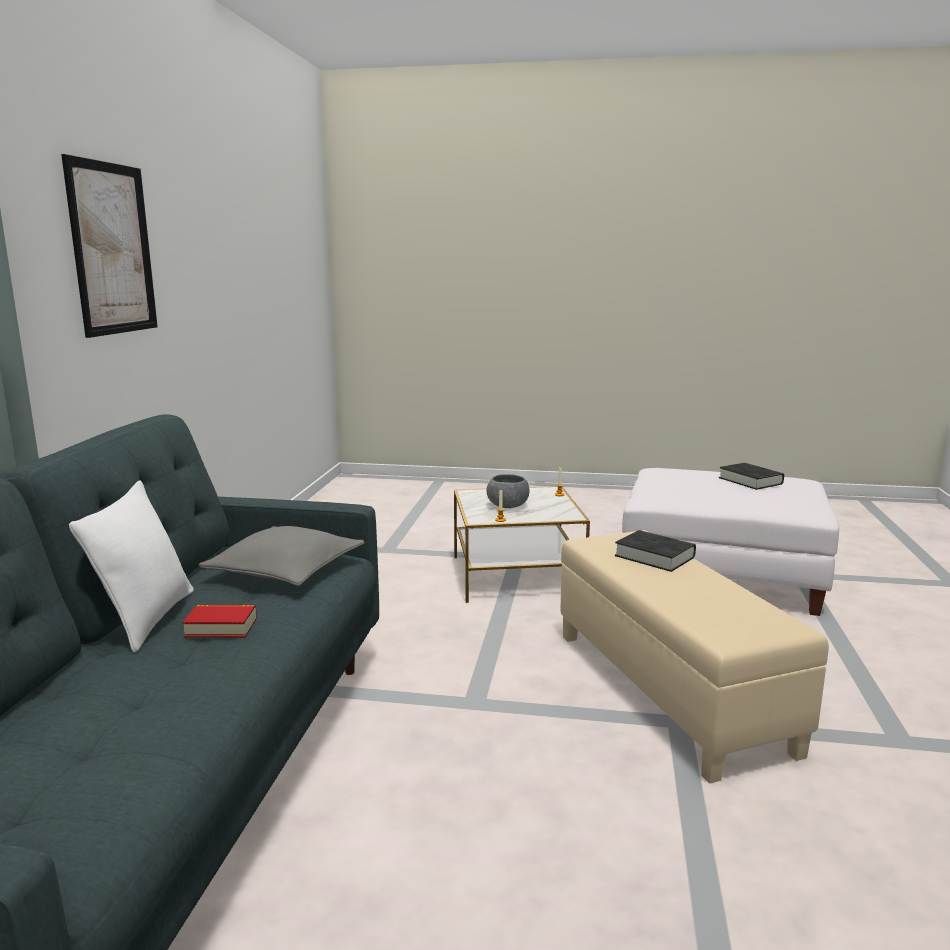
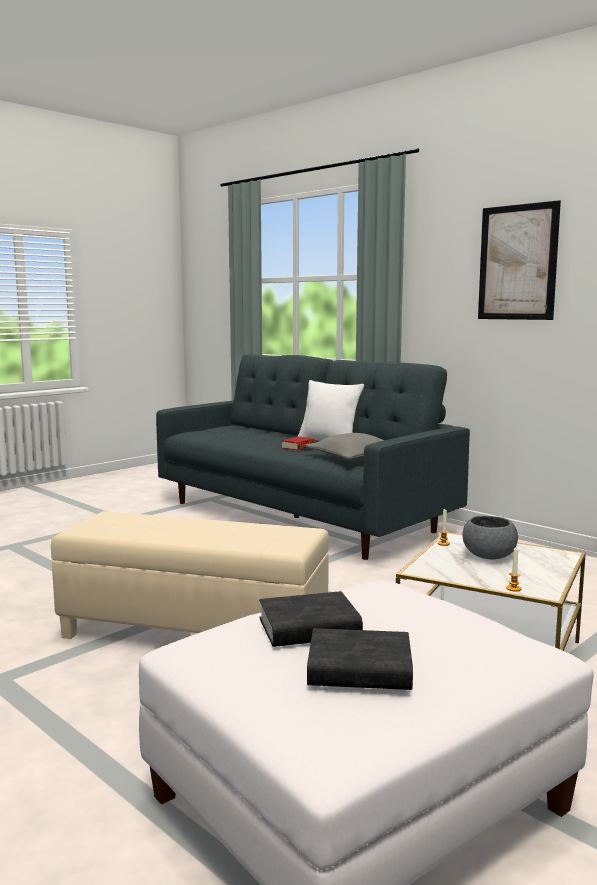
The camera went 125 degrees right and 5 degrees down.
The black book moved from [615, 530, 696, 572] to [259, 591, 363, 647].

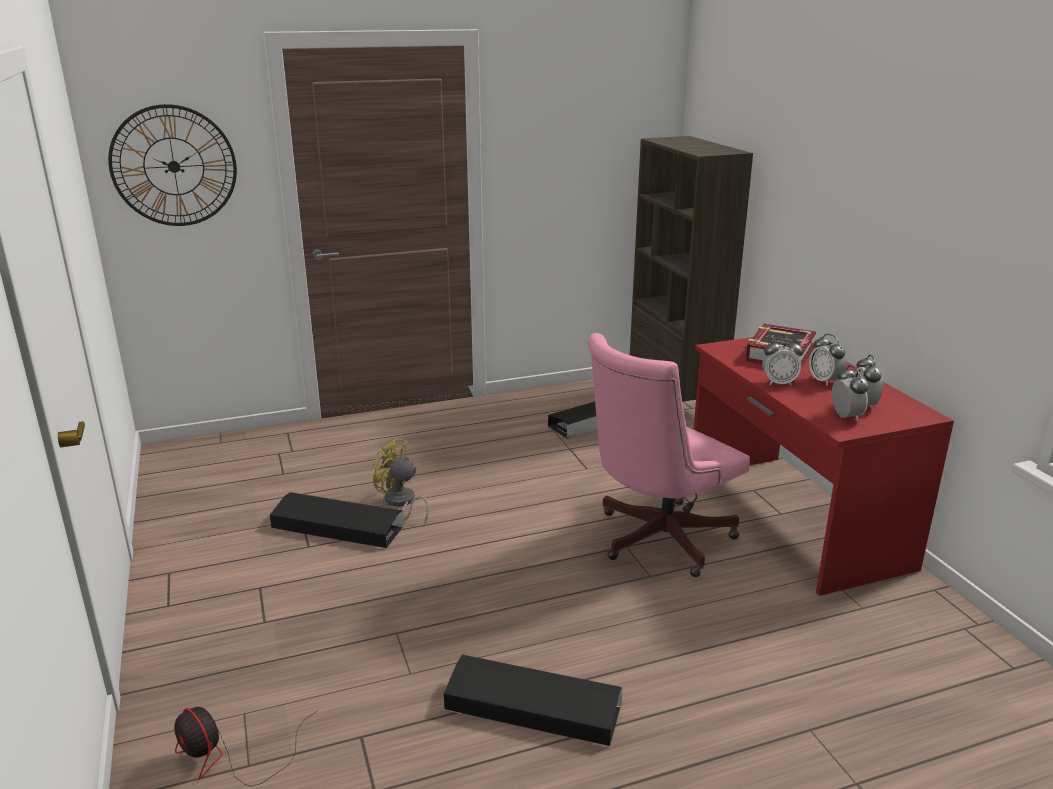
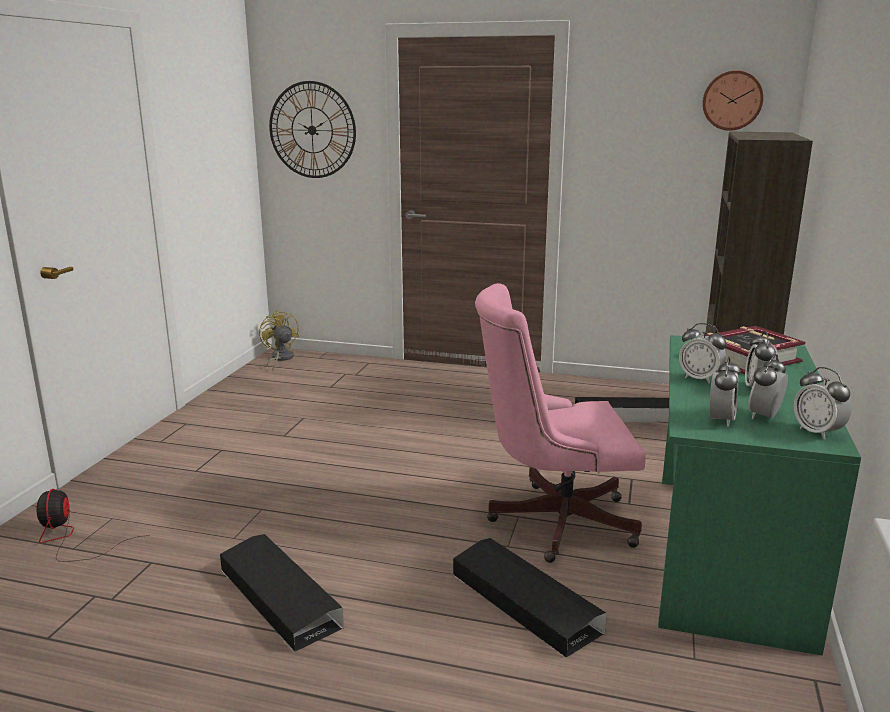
The camera went 35 degrees right and 5 degrees down.
The red desk at [693, 337, 954, 596] became the green desk at [658, 335, 861, 656].
The yellow fan moved from [372, 438, 429, 524] to [259, 310, 299, 371].
The black storage box moved from [270, 492, 404, 548] to [453, 538, 607, 658].
The wall clock at [702, 70, 763, 131] appeared.
The alarm clock at [794, 367, 851, 440] appeared.

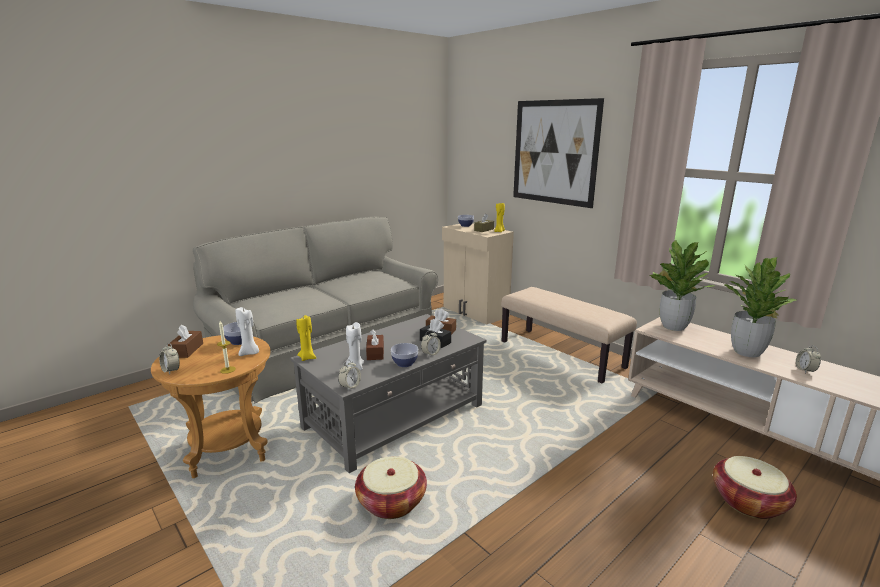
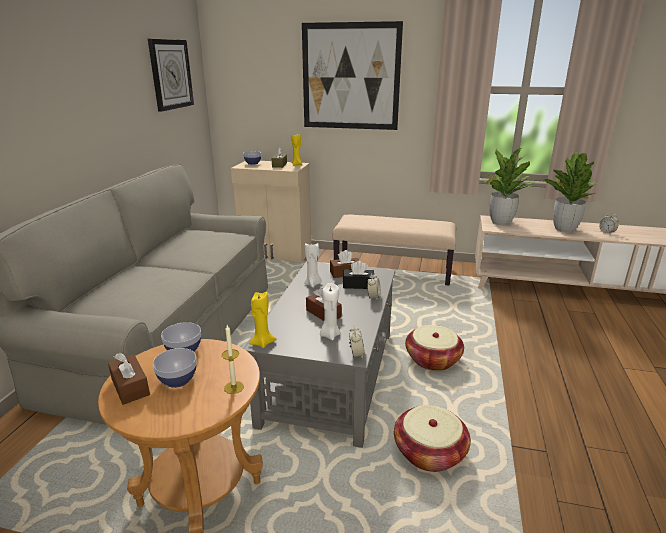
The camera went 35 degrees left and 5 degrees up.
The white candle moved from [235, 307, 259, 356] to [304, 243, 321, 288].
The alarm clock at [159, 343, 180, 374] disappeared.
The bowl moved from [391, 343, 418, 367] to [153, 348, 197, 388].
The basket moved from [713, 456, 797, 519] to [405, 325, 464, 371].
The wall clock at [148, 39, 194, 112] appeared.

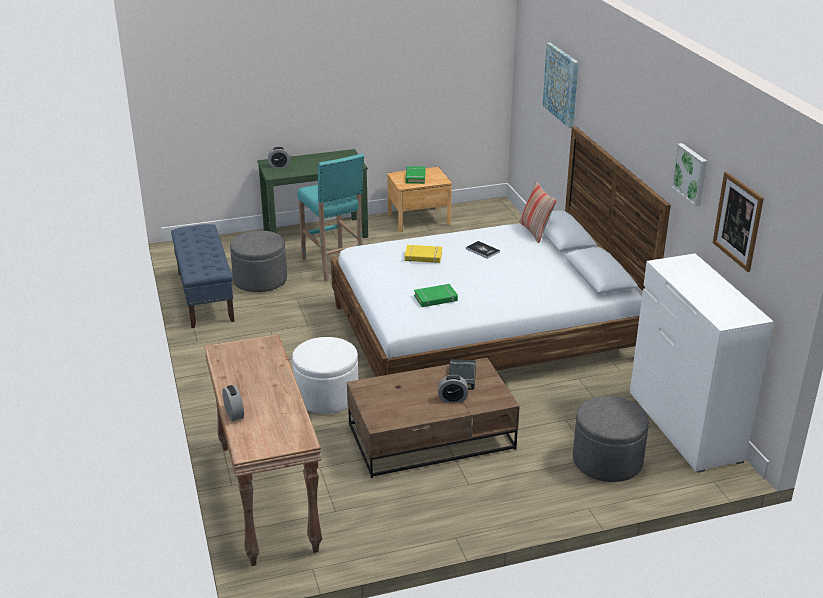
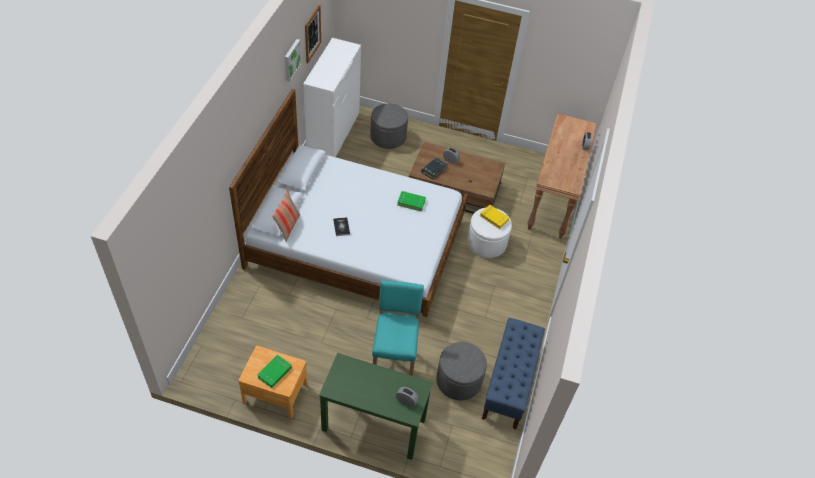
The camera went 150 degrees left and 20 degrees up.
The picture at [543, 43, 579, 128] disappeared.
The yellow book moved from [405, 245, 442, 263] to [480, 205, 509, 229].

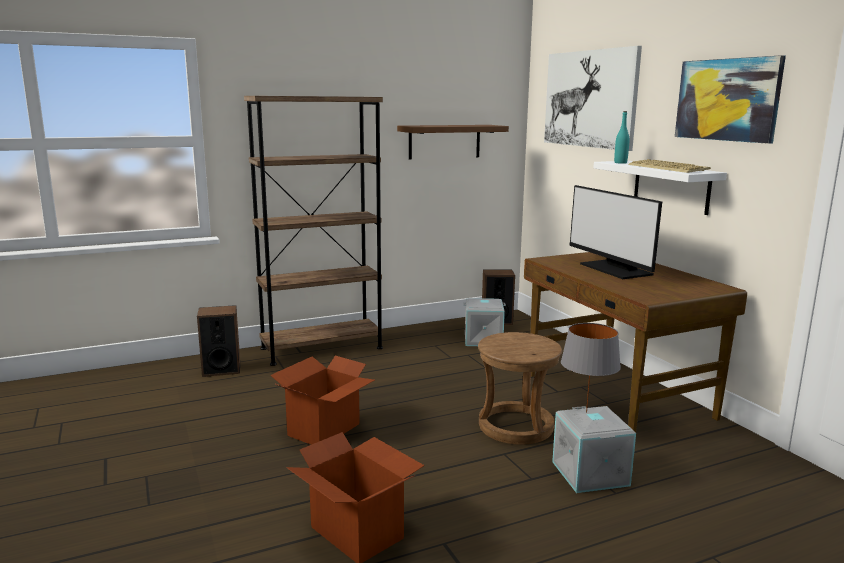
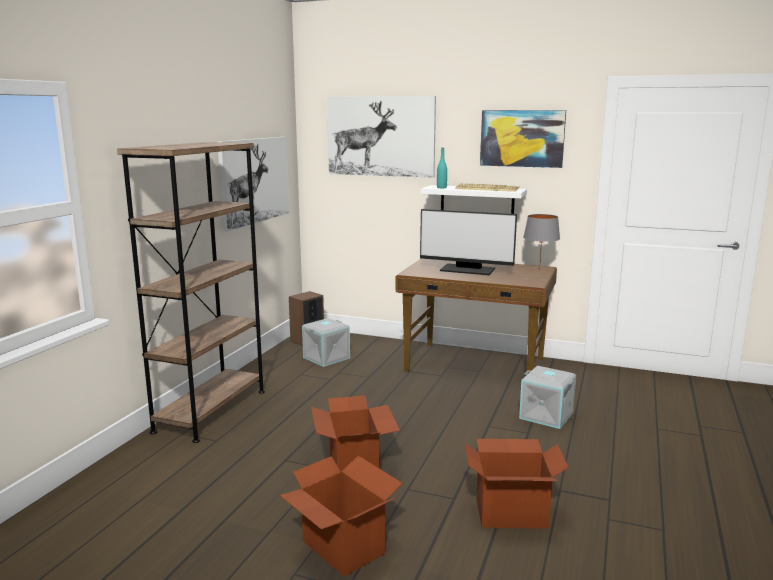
The camera went 45 degrees left and 0 degrees up.
The brown shelf at [397, 125, 509, 160] was replaced by the picture at [218, 137, 289, 231].
The speaker at [197, 305, 240, 377] disappeared.
The grey table lamp moved from [561, 323, 621, 413] to [523, 214, 560, 270].
The brown stool at [478, 332, 562, 445] disappeared.
The cardboard box at [280, 456, 403, 577] appeared.

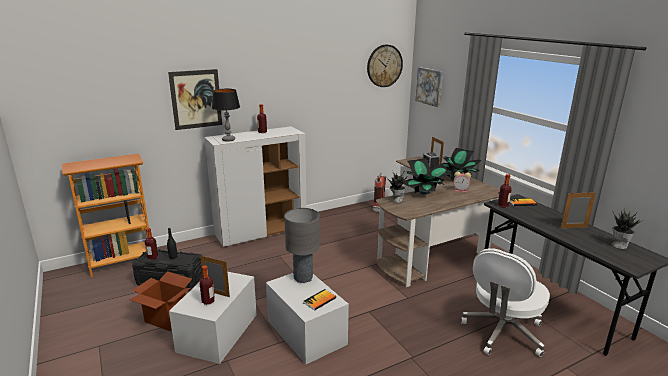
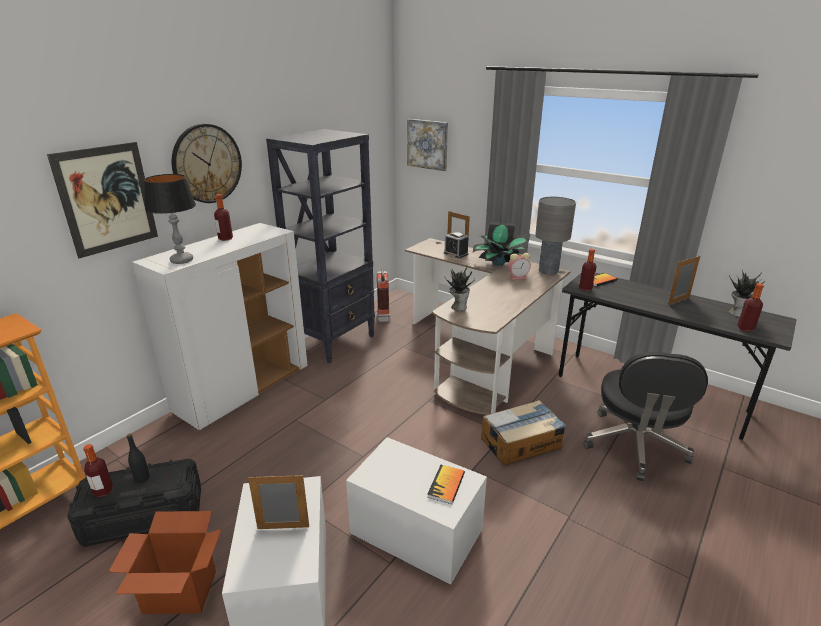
The camera went 25 degrees left and 5 degrees up.
The wall clock moved from [367, 45, 403, 87] to [172, 124, 242, 203].
The potted plant at [403, 158, 452, 195] disappeared.
The grey table lamp moved from [284, 208, 320, 283] to [535, 197, 576, 275].
The white office chair at [461, 248, 550, 357] became the black office chair at [584, 352, 708, 481].
The bottle moved from [200, 266, 215, 305] to [737, 283, 764, 332].
The black bookcase at [266, 129, 375, 364] appeared.
The cardboard box at [481, 400, 566, 466] appeared.

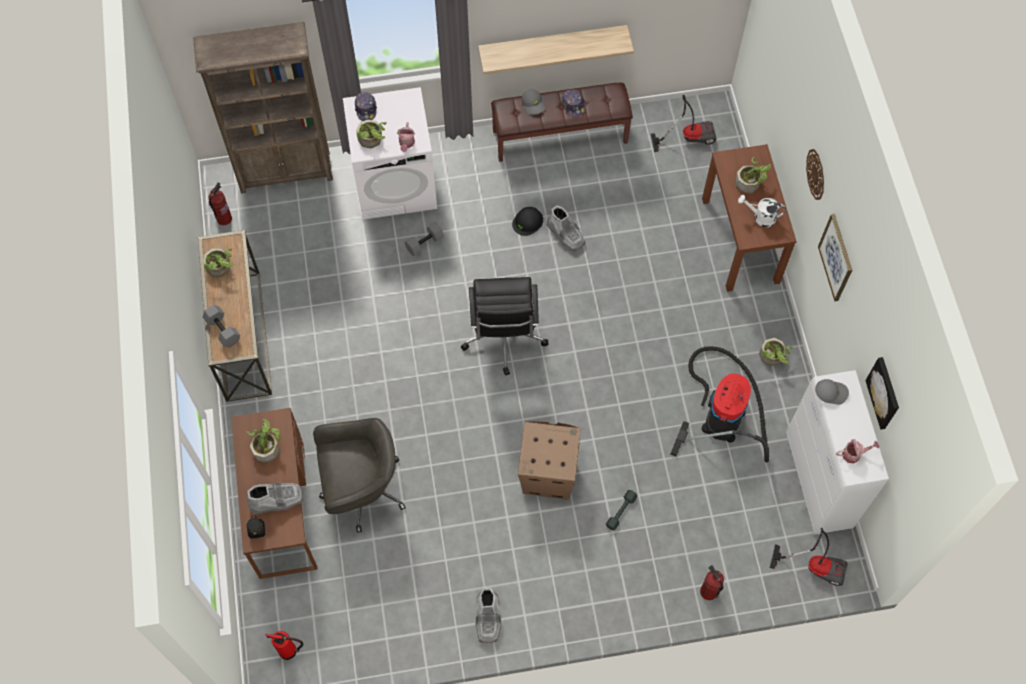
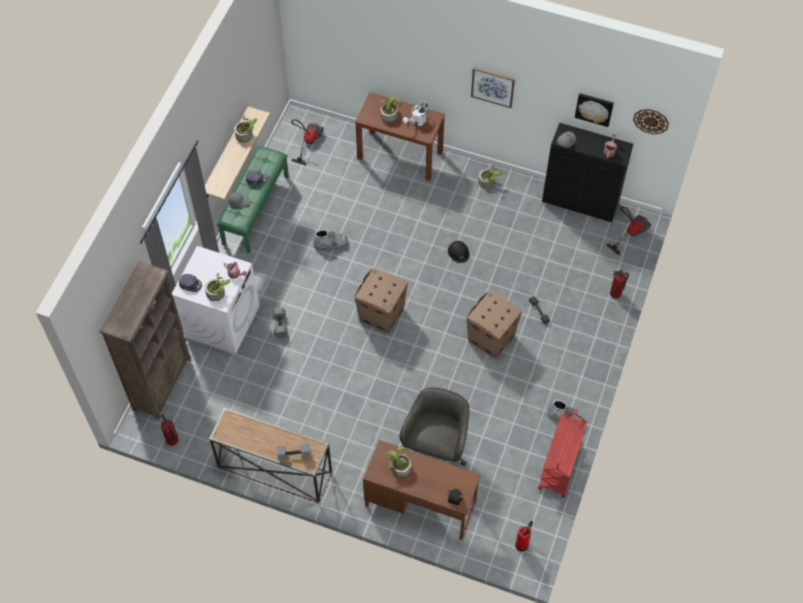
The camera went 60 degrees left and 5 degrees down.
The brown bench at [491, 83, 633, 162] became the green bench at [217, 146, 289, 253].
The wall clock moved from [806, 149, 824, 200] to [633, 109, 669, 134].
The black hard hat moved from [512, 207, 543, 236] to [448, 241, 470, 263].
The potted plant moved from [203, 248, 234, 277] to [234, 115, 257, 143].
The black office chair at [461, 277, 548, 376] was replaced by the cardboard box at [354, 268, 408, 333].
The vacuum cleaner at [671, 346, 769, 463] disappeared.
The white cabinet at [786, 370, 889, 535] became the black cabinet at [542, 123, 633, 222].
The grey boot at [247, 482, 303, 515] disappeared.
The red cart at [538, 409, 587, 497] appeared.

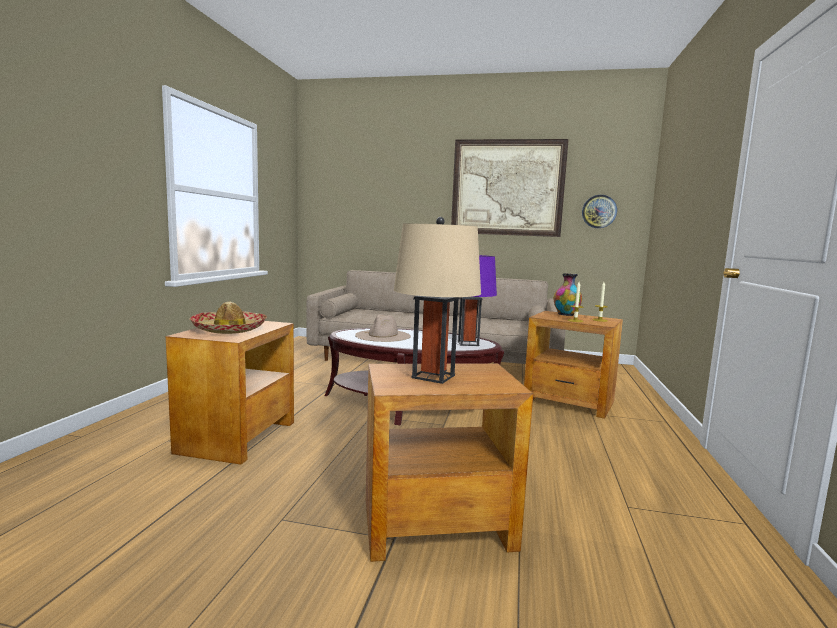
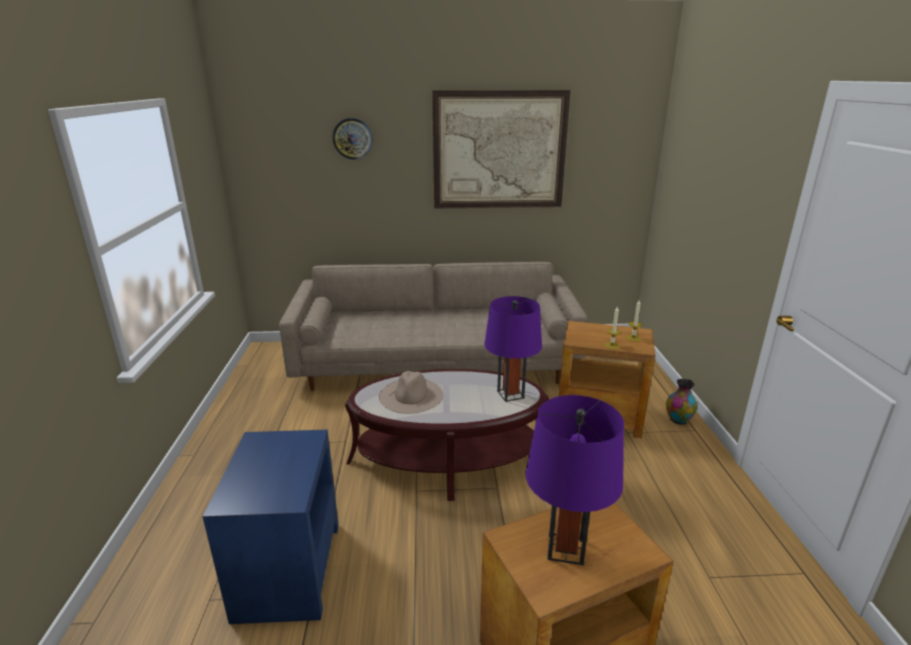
The camera went 15 degrees left and 15 degrees up.
The wall clock moved from [582, 195, 617, 228] to [332, 118, 373, 160].
The beige table lamp at [394, 217, 481, 384] became the purple table lamp at [526, 395, 624, 565].
The vase moved from [553, 273, 582, 316] to [666, 378, 697, 425].
The hat at [189, 302, 267, 334] disappeared.
The brown side table at [166, 321, 294, 465] became the blue side table at [202, 430, 339, 624].

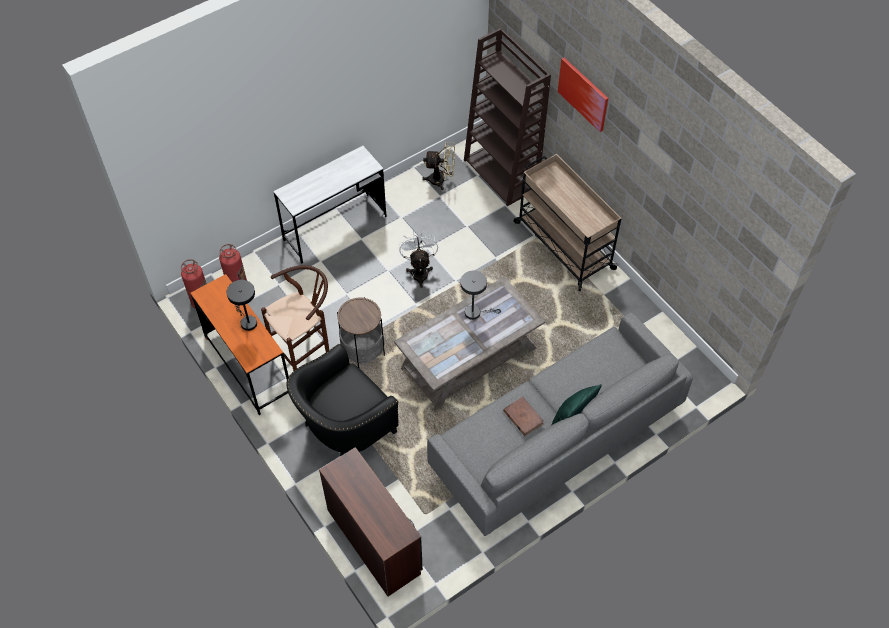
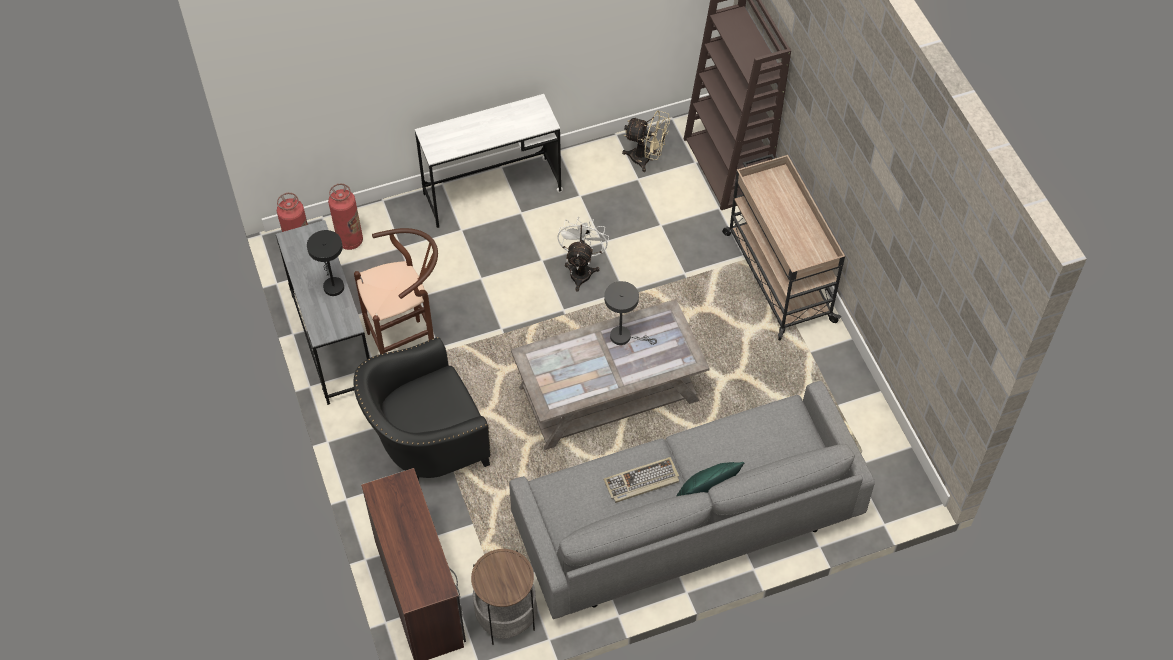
The camera went 15 degrees right and 0 degrees up.
The picture at [558, 58, 608, 132] disappeared.
The orange desk at [191, 274, 289, 415] became the grey desk at [276, 220, 370, 405].
The side table moved from [337, 297, 385, 368] to [471, 549, 537, 645].
The brown book at [503, 397, 544, 436] was replaced by the keyboard at [603, 457, 679, 503].

